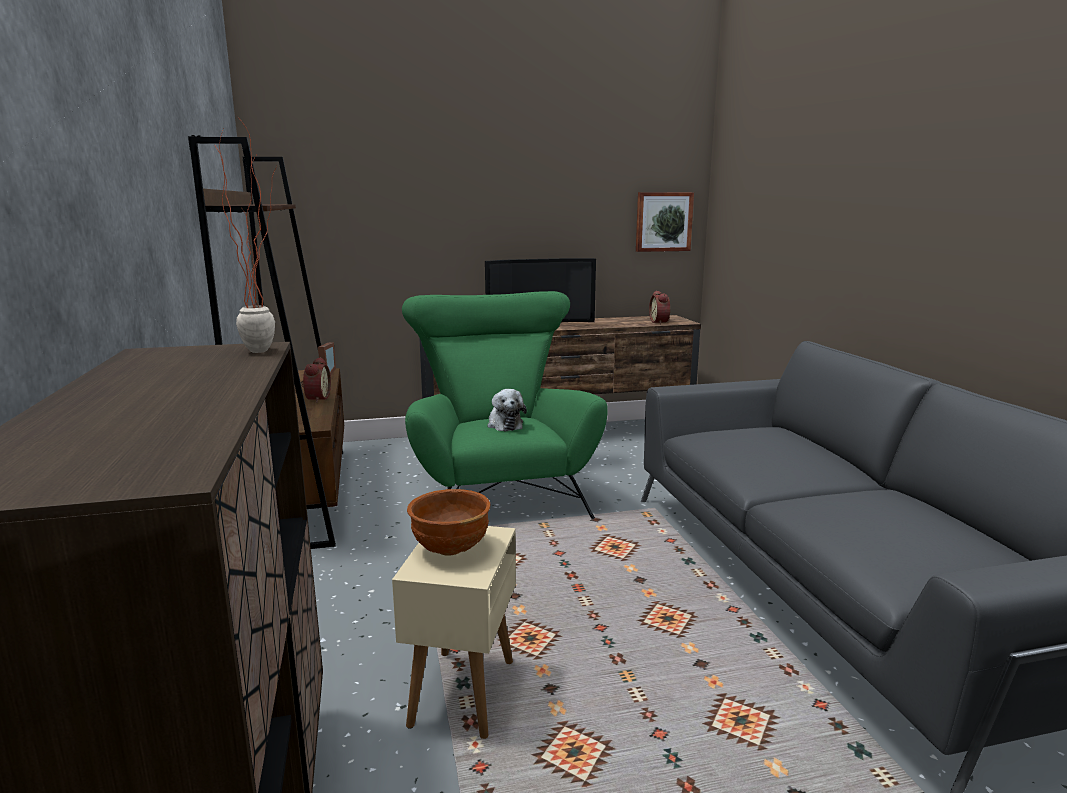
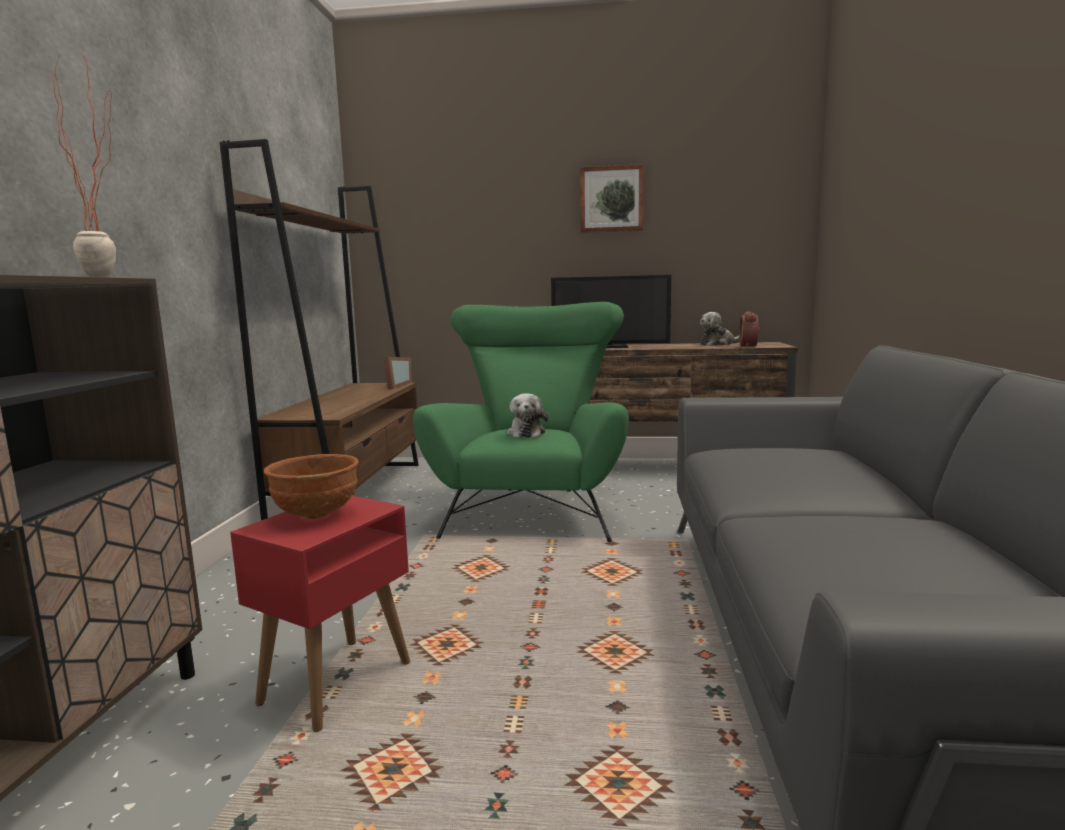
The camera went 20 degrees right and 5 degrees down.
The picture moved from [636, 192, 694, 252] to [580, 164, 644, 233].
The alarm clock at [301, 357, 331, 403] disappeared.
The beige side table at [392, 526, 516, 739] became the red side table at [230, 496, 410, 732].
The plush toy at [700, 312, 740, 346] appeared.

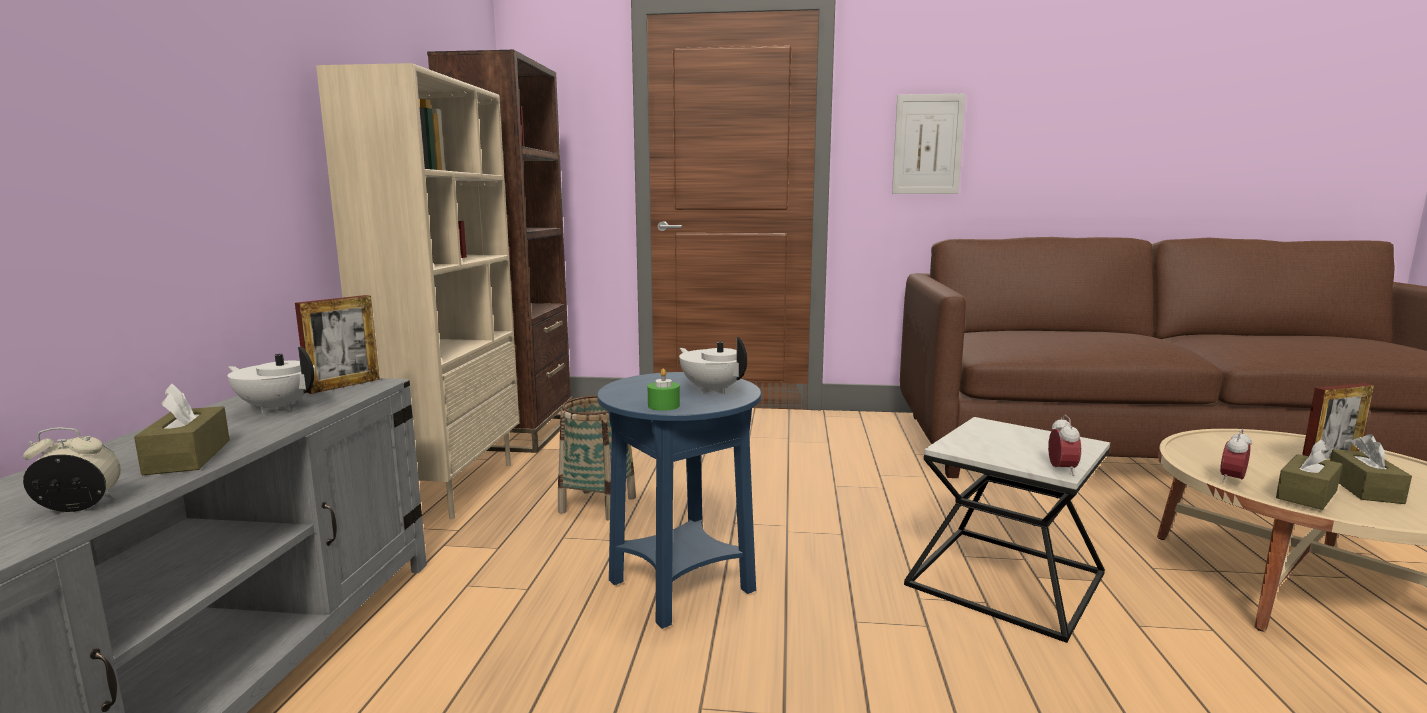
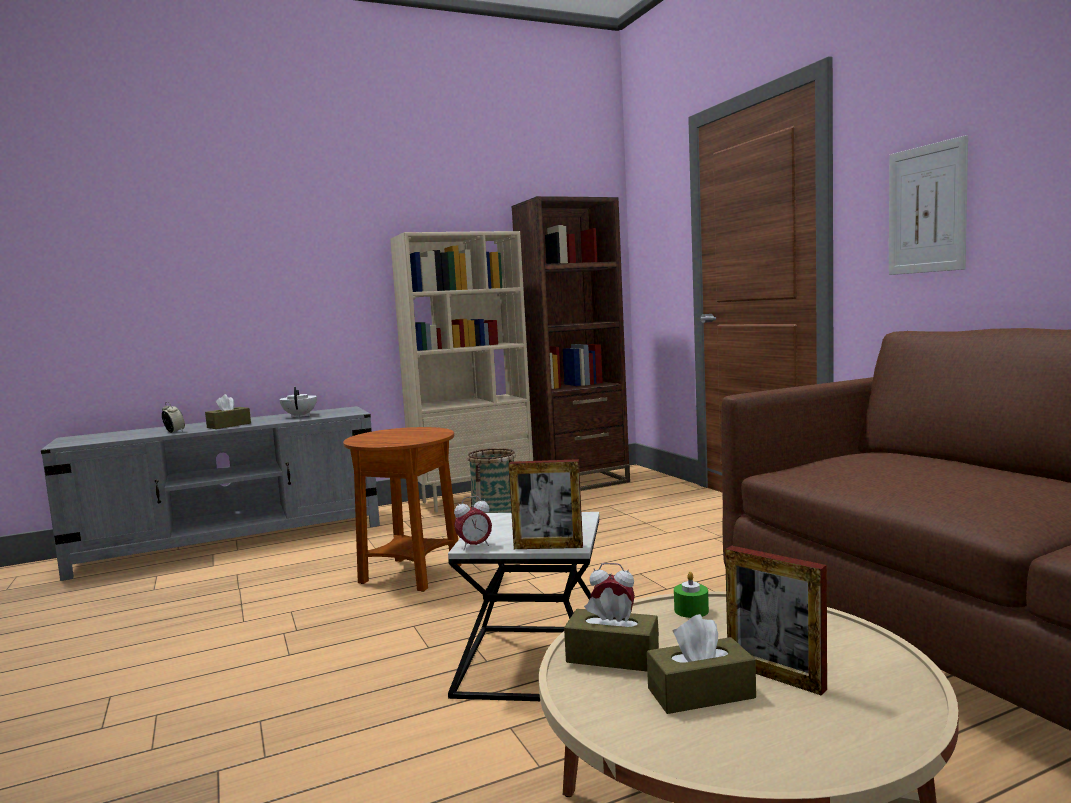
The camera went 60 degrees right and 5 degrees down.
The picture frame moved from [295, 295, 380, 394] to [509, 459, 583, 549].
The white teapot at [679, 337, 747, 394] disappeared.
The green candle moved from [648, 368, 680, 411] to [674, 572, 709, 618].
The blue side table at [597, 372, 761, 629] became the brown side table at [343, 427, 461, 592].

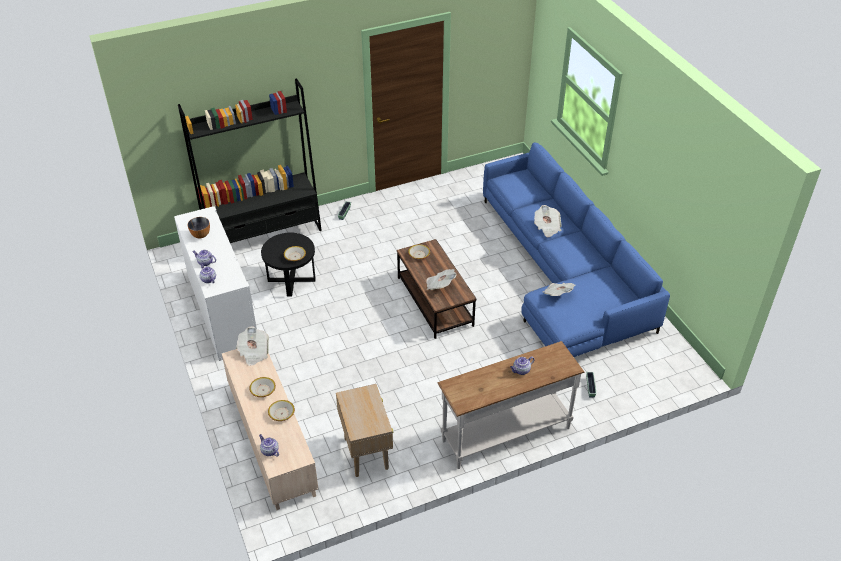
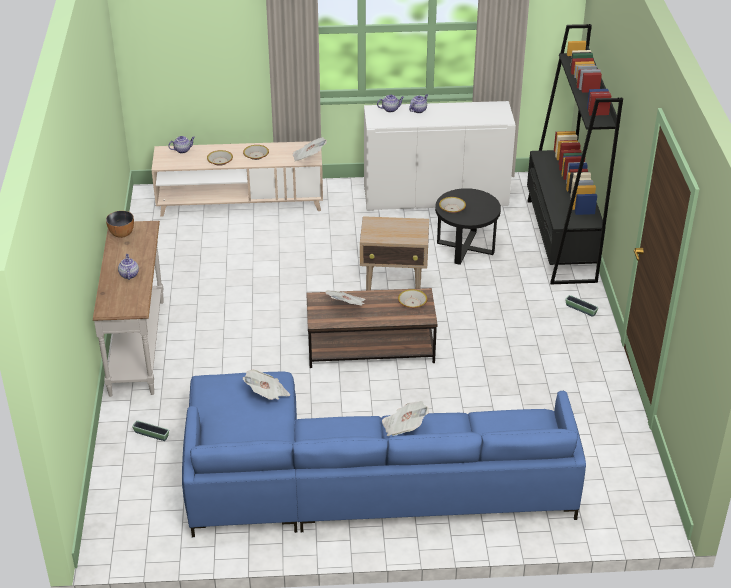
The camera went 110 degrees right and 5 degrees down.
The bowl moved from [187, 217, 210, 238] to [106, 211, 134, 238].
The beige side table moved from [336, 384, 393, 477] to [360, 216, 429, 290].

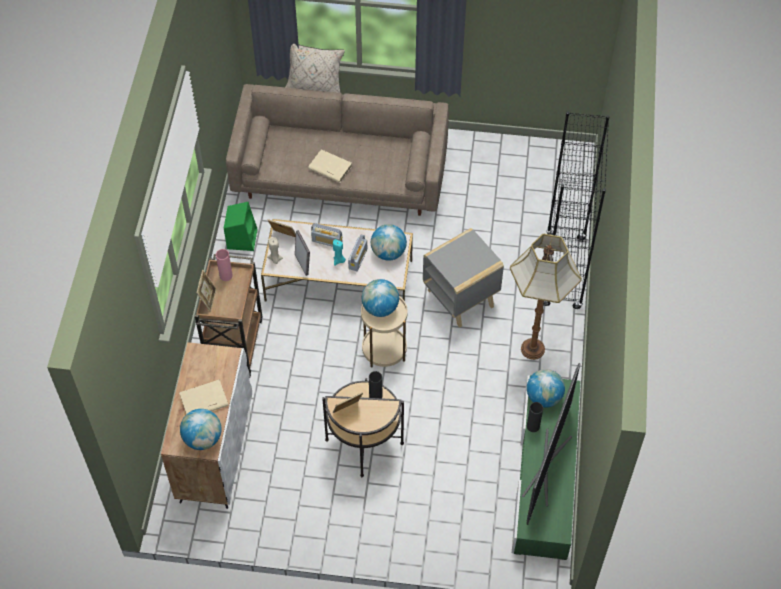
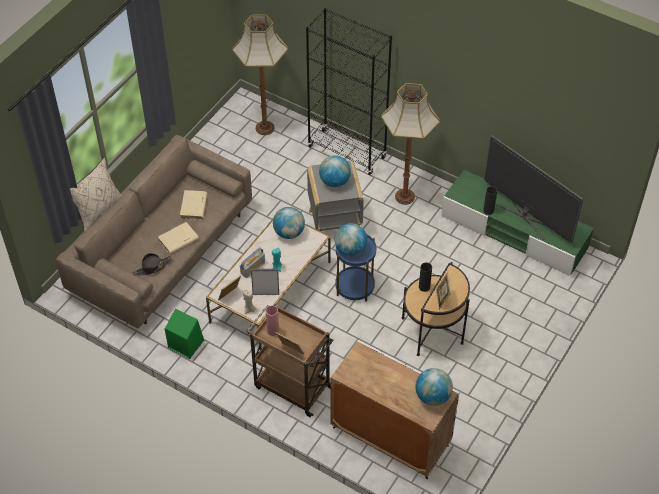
The camera went 65 degrees left and 5 degrees down.
The radio at [348, 235, 367, 271] disappeared.
The beige side table at [361, 296, 408, 368] became the blue side table at [335, 234, 376, 302].
The globe moved from [527, 369, 565, 407] to [319, 155, 351, 187].
The beige book moved from [179, 379, 229, 414] to [180, 190, 207, 220].
The floor lamp at [232, 14, 288, 135] appeared.
The black hat at [133, 253, 172, 275] appeared.

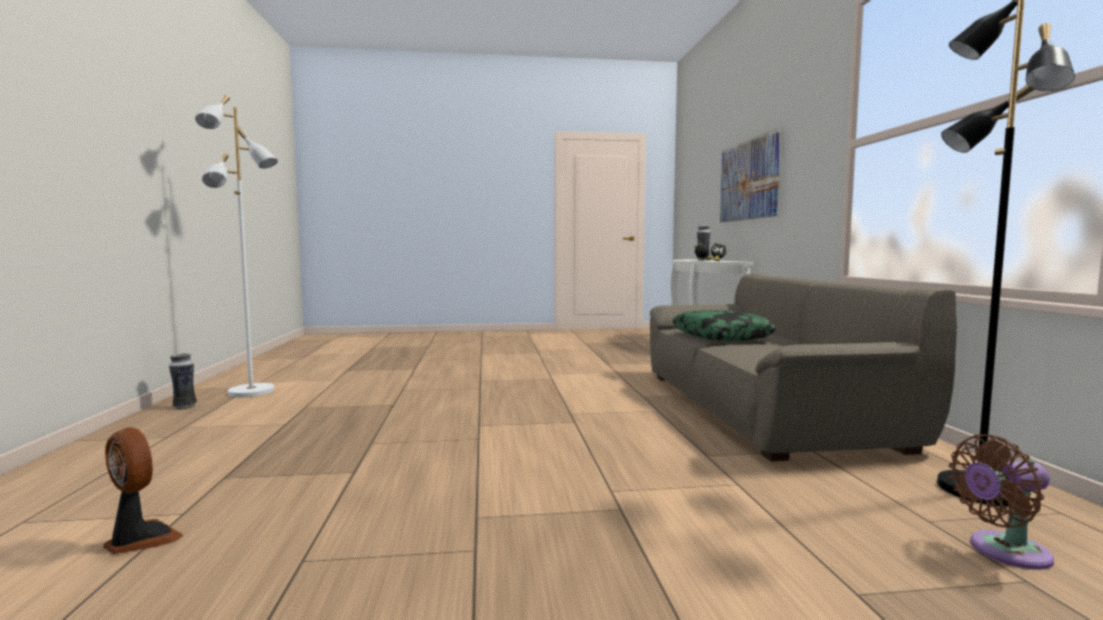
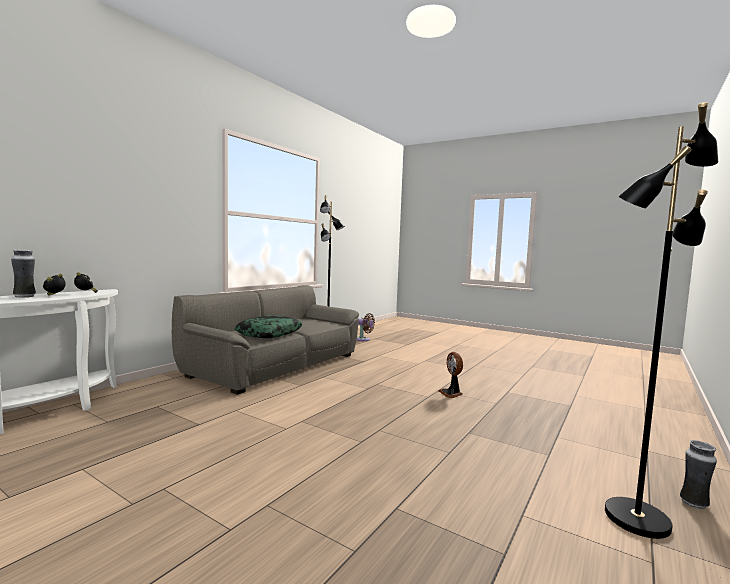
The camera went 140 degrees left and 0 degrees up.
The white floor lamp at [195, 95, 278, 397] became the black floor lamp at [605, 102, 718, 539].
The picture at [720, 128, 782, 222] disappeared.
The fan moved from [103, 427, 184, 554] to [438, 352, 463, 398].

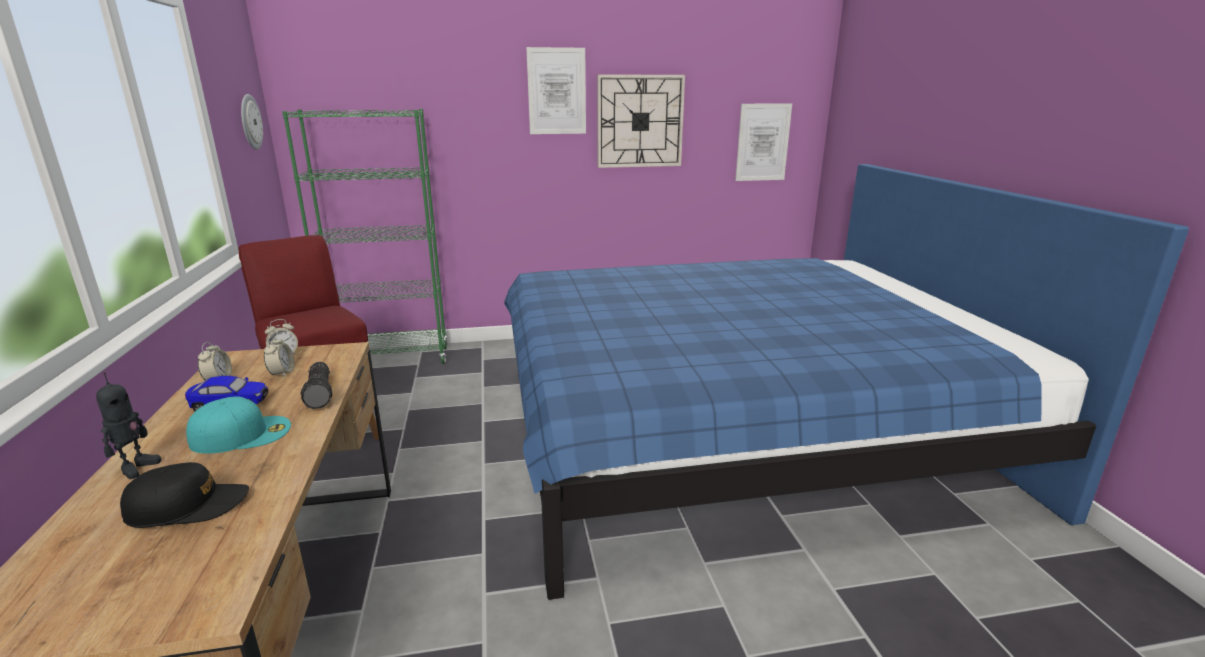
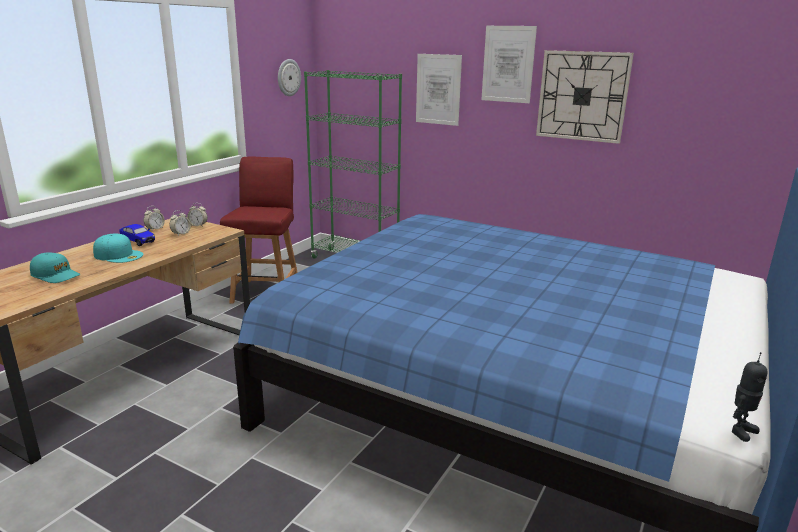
The camera went 40 degrees right and 0 degrees up.
The picture moved from [735, 103, 792, 181] to [416, 54, 462, 126].
The flashlight at [301, 362, 332, 409] disappeared.
The toy robot moved from [96, 372, 161, 479] to [732, 352, 767, 442].
The black cap at [120, 462, 249, 528] became the turquoise cap at [30, 252, 80, 283].

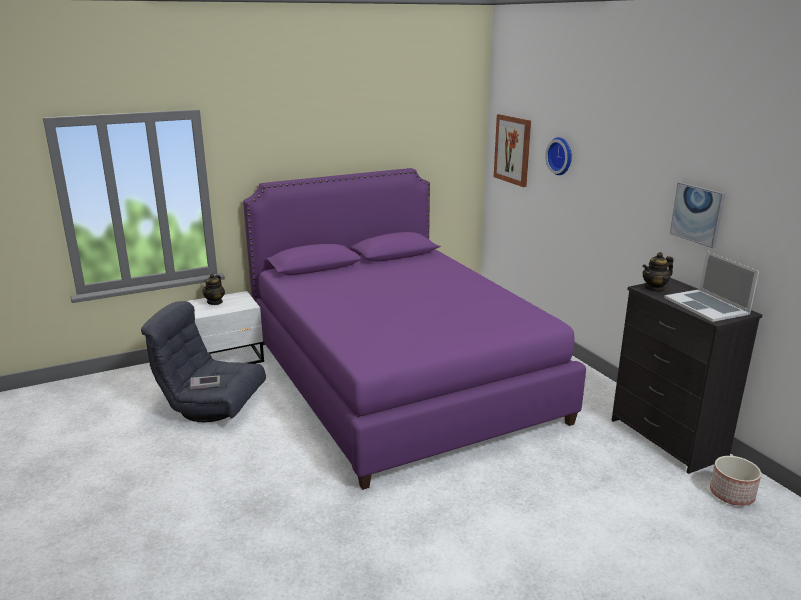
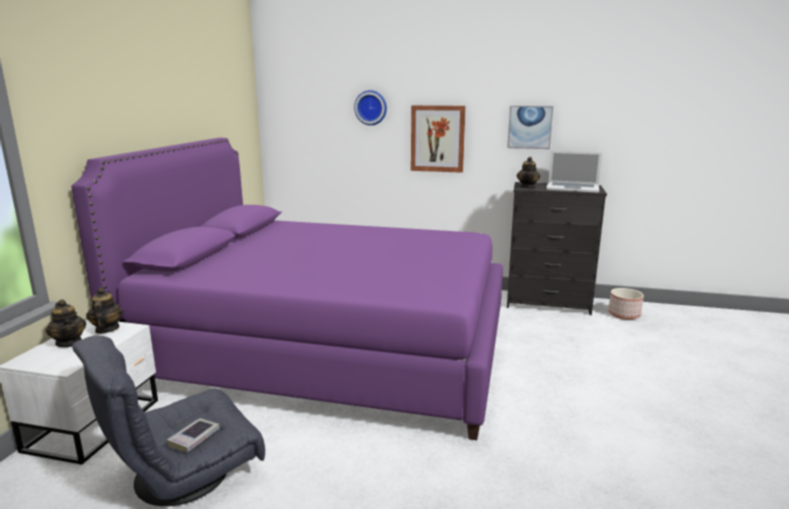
The camera went 50 degrees left and 5 degrees down.
The picture moved from [494, 114, 531, 187] to [411, 105, 466, 173].
The teapot at [86, 288, 123, 334] appeared.

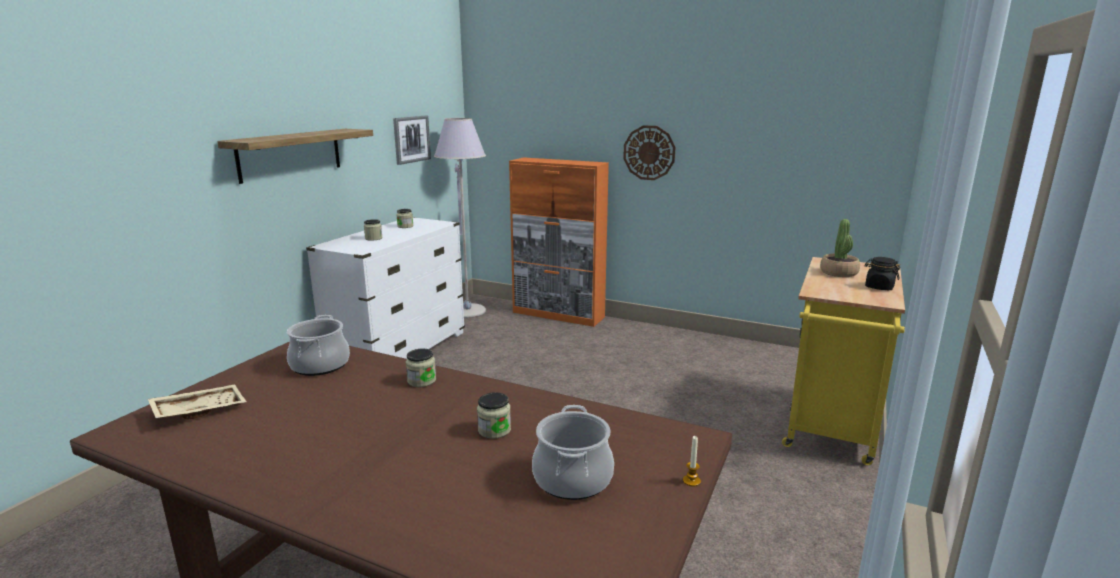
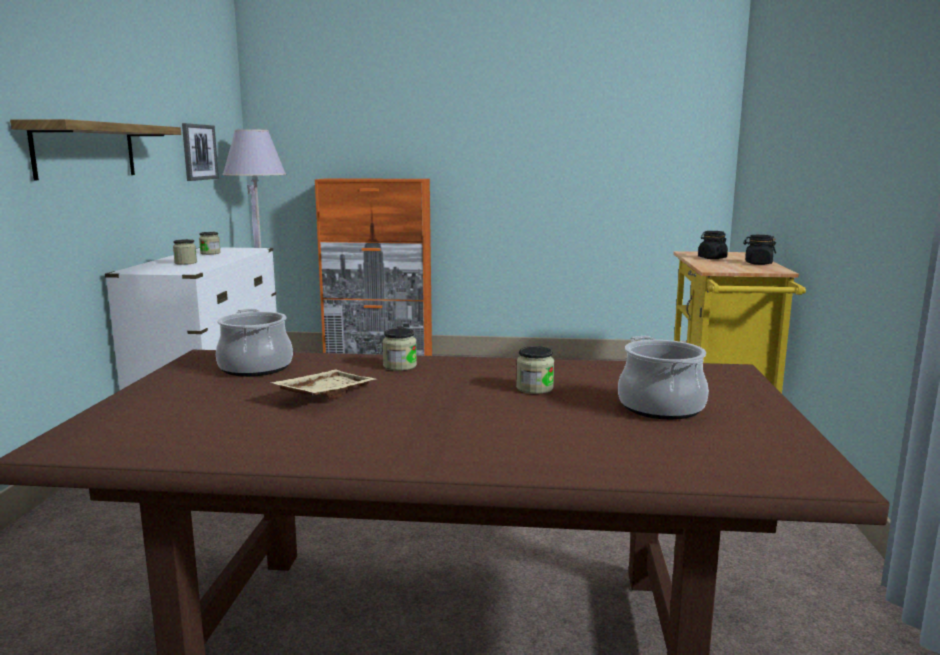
The camera went 20 degrees left and 5 degrees down.
The wall clock at [623, 125, 675, 180] disappeared.
The potted plant at [820, 219, 860, 277] was replaced by the black jar at [698, 231, 728, 259].
The beige tray moved from [148, 384, 247, 419] to [270, 369, 376, 400].
The candle at [683, 436, 701, 486] disappeared.

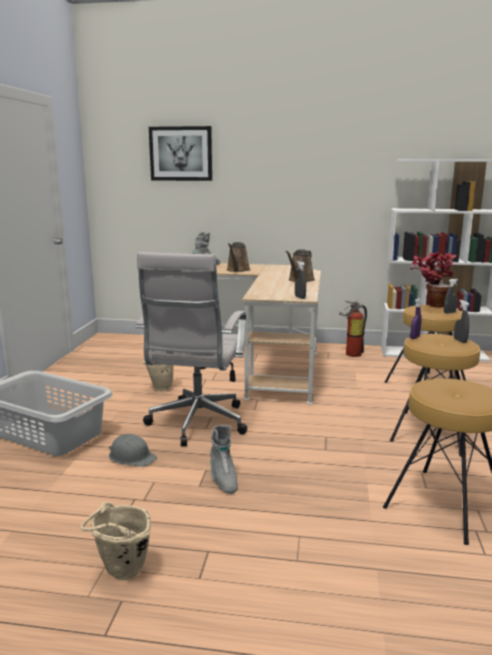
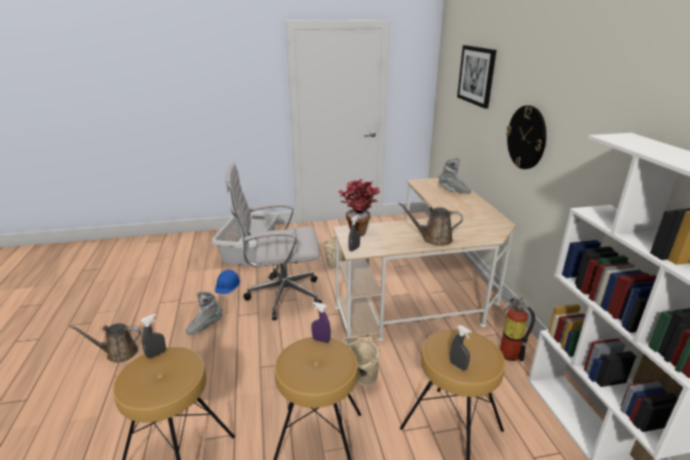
The camera went 70 degrees right and 10 degrees up.
The brown watering can moved from [227, 242, 250, 272] to [70, 323, 141, 363].
The potted plant moved from [411, 252, 457, 308] to [338, 179, 380, 237].
The grey spray bottle moved from [454, 300, 469, 343] to [141, 314, 166, 359].
The grey hard hat at [109, 434, 157, 467] became the blue hard hat at [215, 270, 240, 294].
The beige bucket moved from [81, 502, 151, 580] to [343, 337, 379, 386].
The wall clock at [506, 105, 546, 169] appeared.

